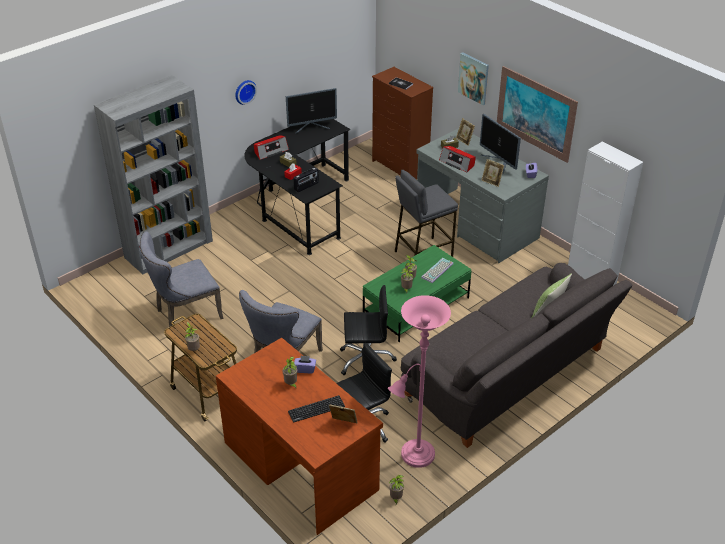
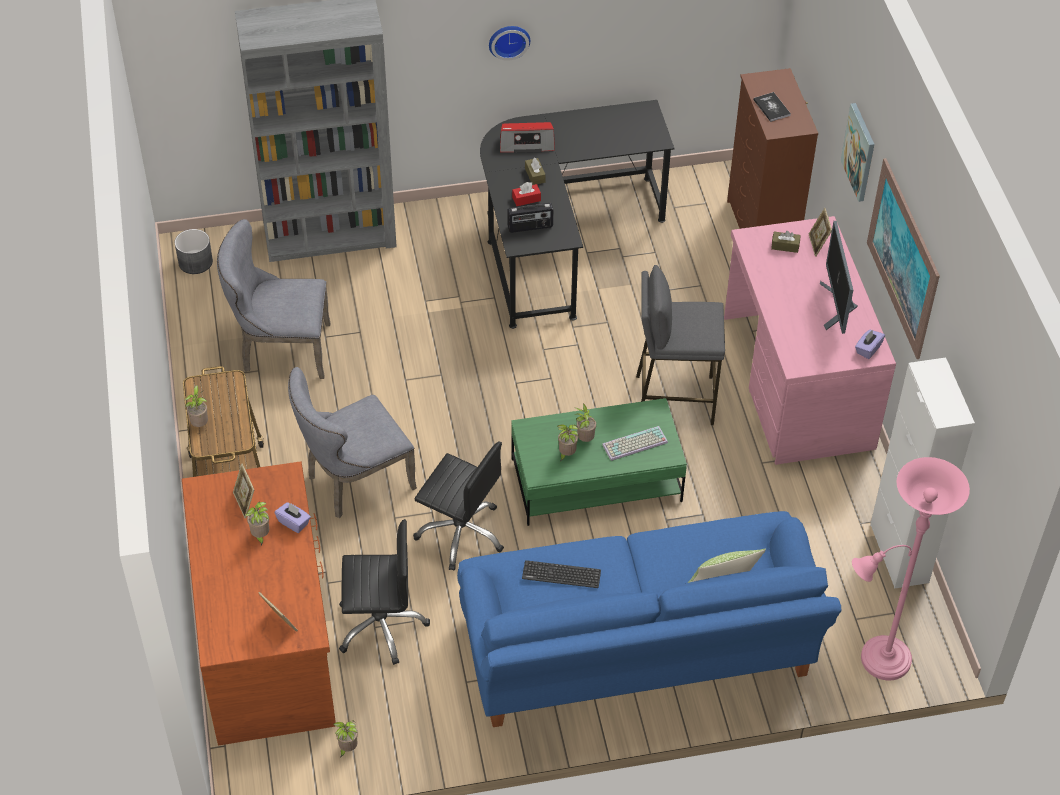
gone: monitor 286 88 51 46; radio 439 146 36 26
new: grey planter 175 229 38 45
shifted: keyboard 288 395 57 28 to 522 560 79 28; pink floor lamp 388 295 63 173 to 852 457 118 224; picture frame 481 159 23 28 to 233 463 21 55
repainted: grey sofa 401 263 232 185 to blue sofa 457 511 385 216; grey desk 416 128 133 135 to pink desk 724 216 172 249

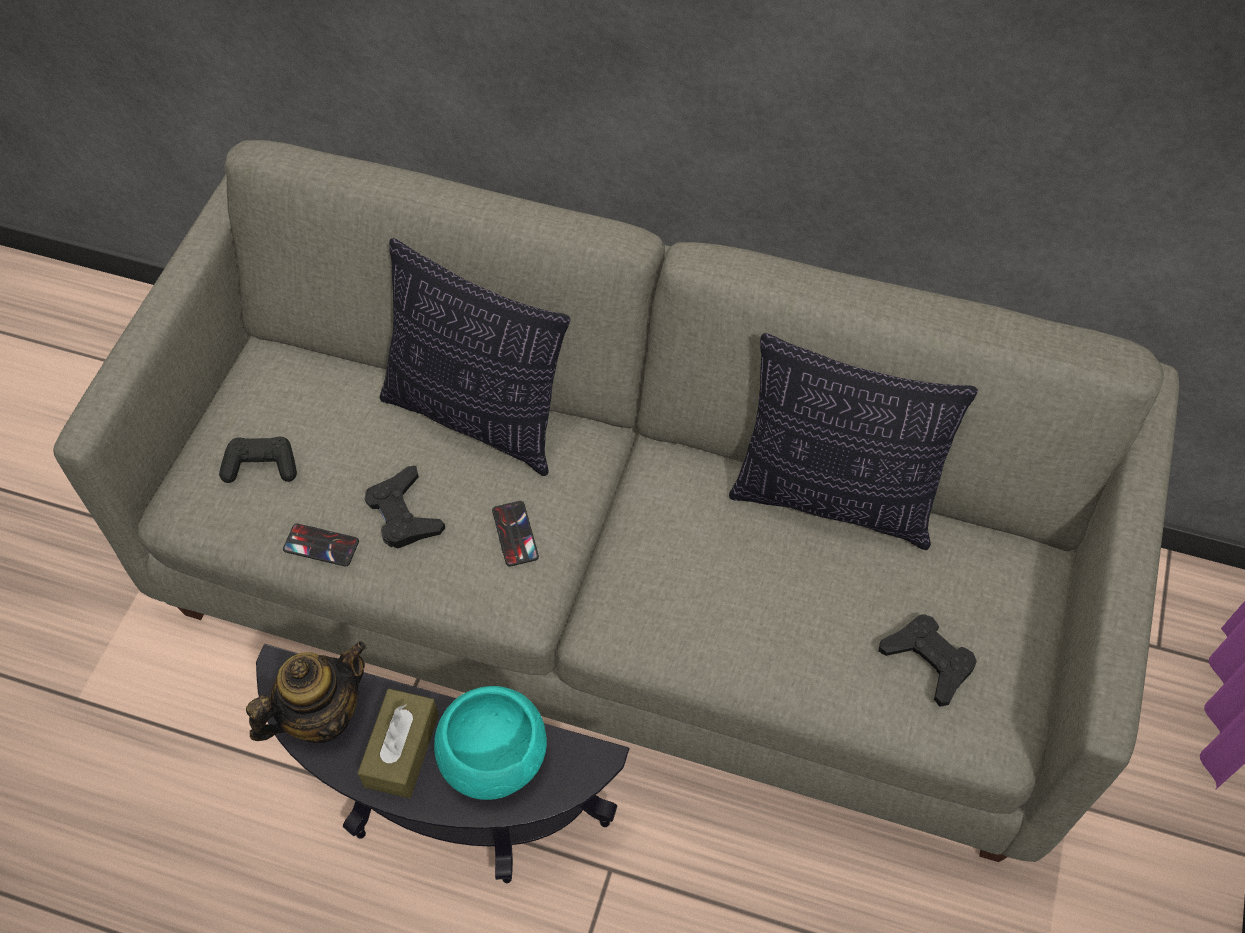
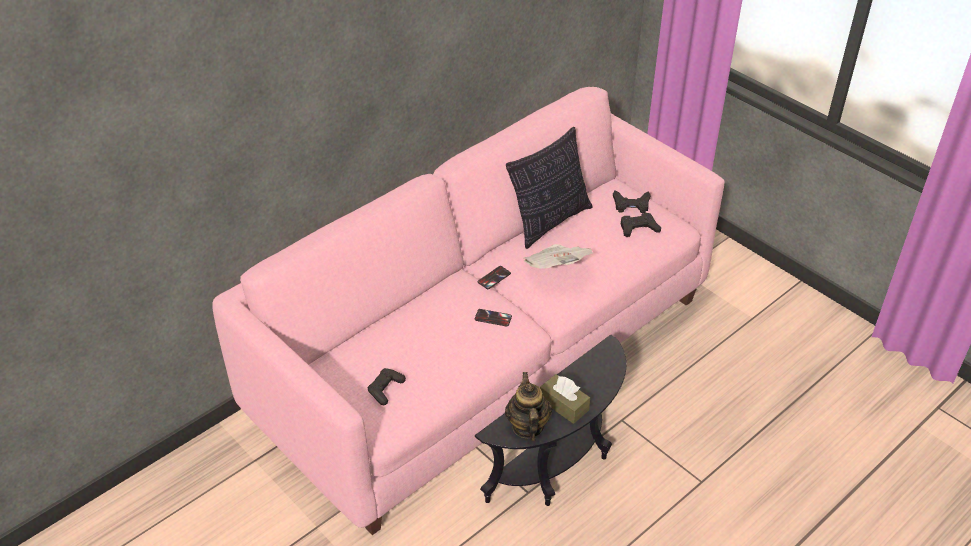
gone: pillow 380 238 190 238; turquoise bowl 434 686 113 114
new: newspaper 523 244 70 25
shifted: phone 283 524 76 43 to 478 266 33 23; black game controller 365 466 80 83 to 613 190 38 23
repainted: grey sofa 53 140 1126 722 to pink sofa 212 87 512 448

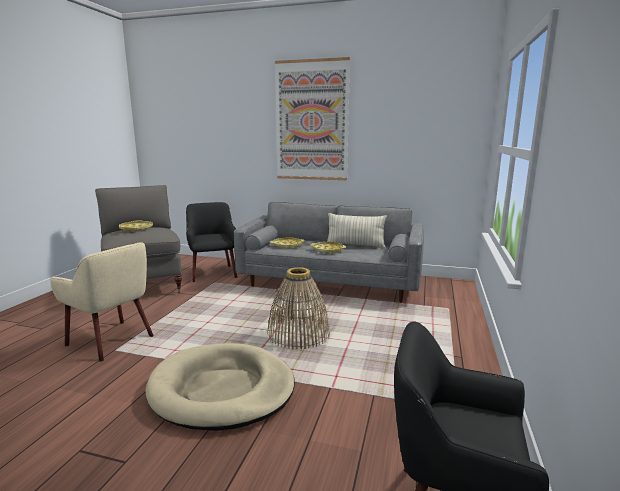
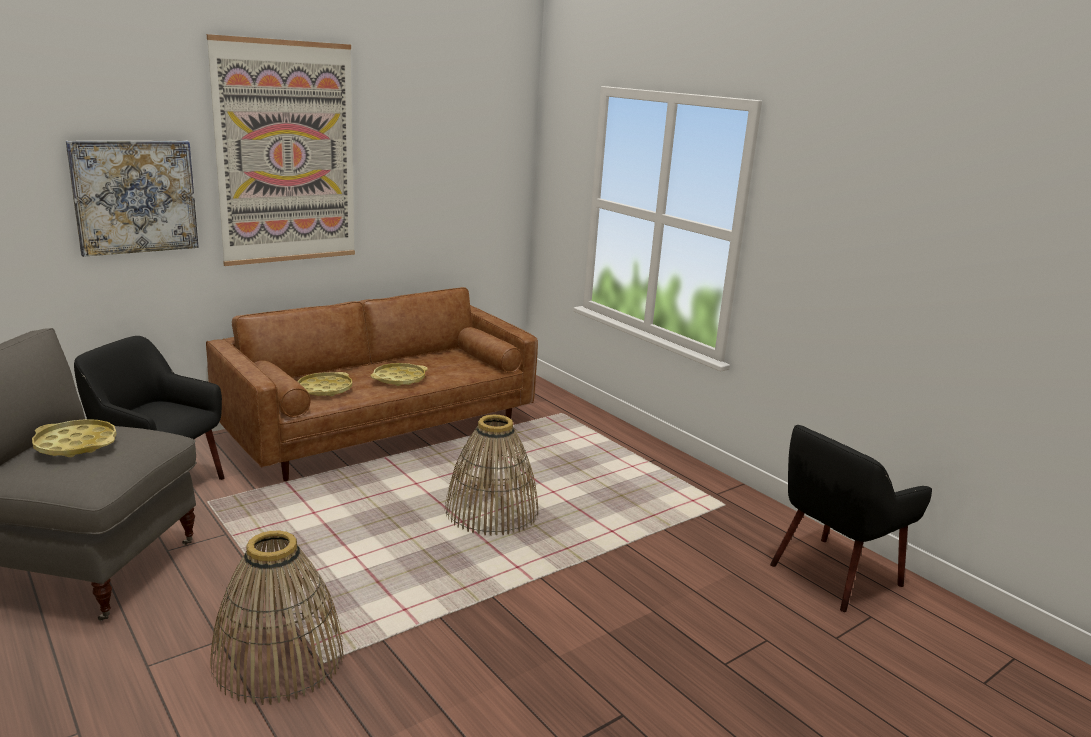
gone: beige dog bed 145 343 150 88; pillow 327 213 60 36
new: picture 66 141 133 116
swapped: beige armchair 50 242 104 120 to basket 211 530 133 175
repainted: grey sofa 234 202 190 100 to brown sofa 206 287 332 194

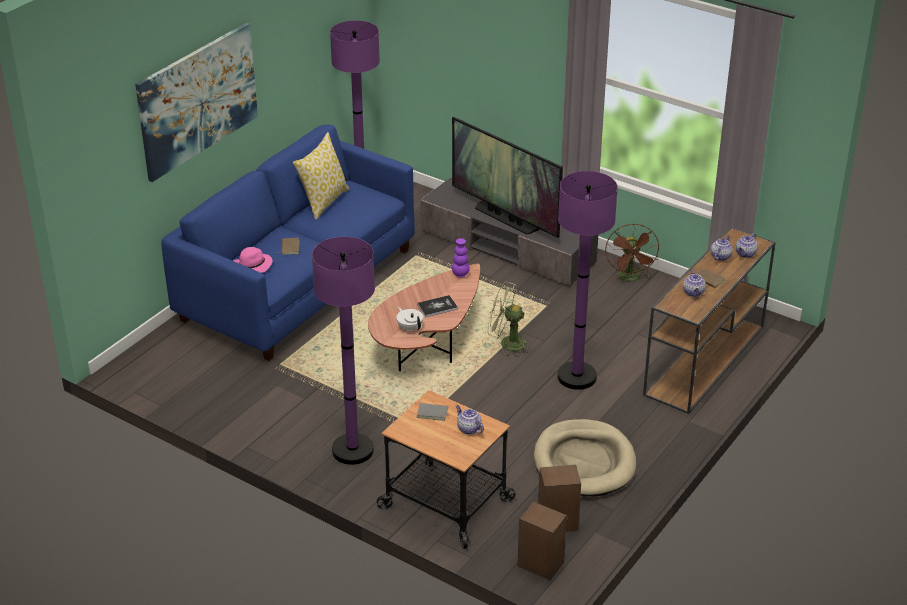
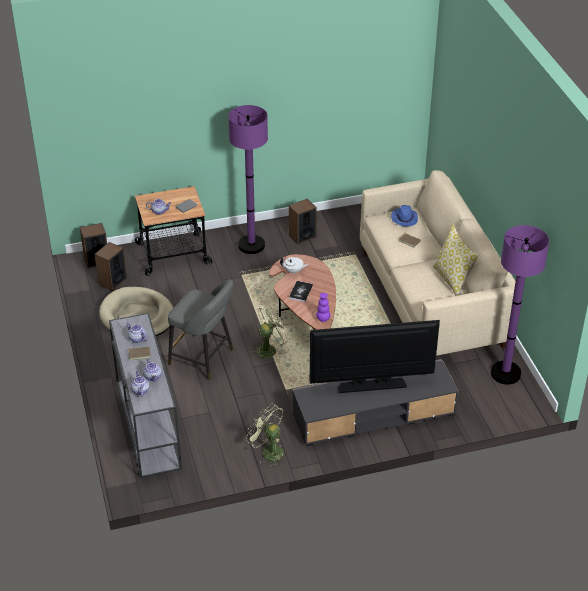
gone: picture 135 23 123 159
new: speaker 289 199 28 46
swapped: purple floor lamp 557 171 61 219 to grey stool 168 279 66 101
repainted: blue sofa 161 125 254 236 to beige sofa 360 170 155 186; pink hat 233 247 40 26 to blue hat 391 205 27 21; brown fan 605 223 54 58 to green fan 246 403 38 64; brown console table 643 227 133 187 to grey console table 109 313 73 165

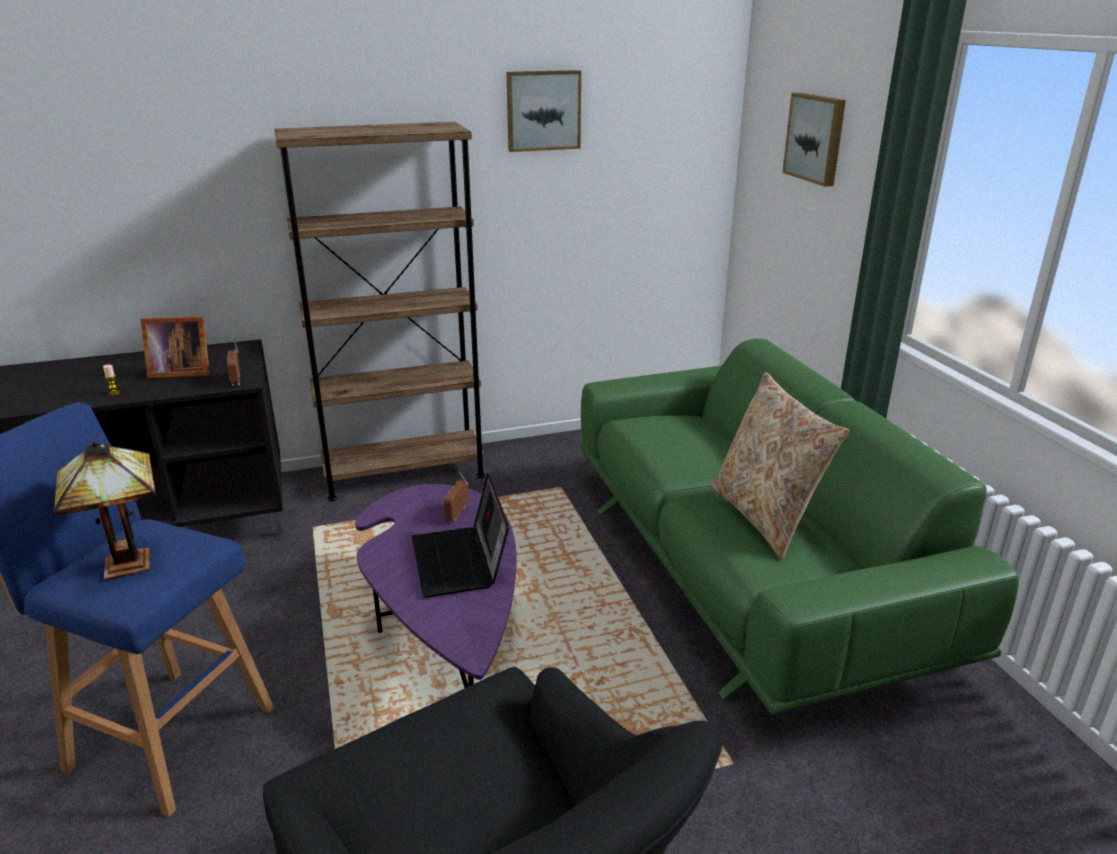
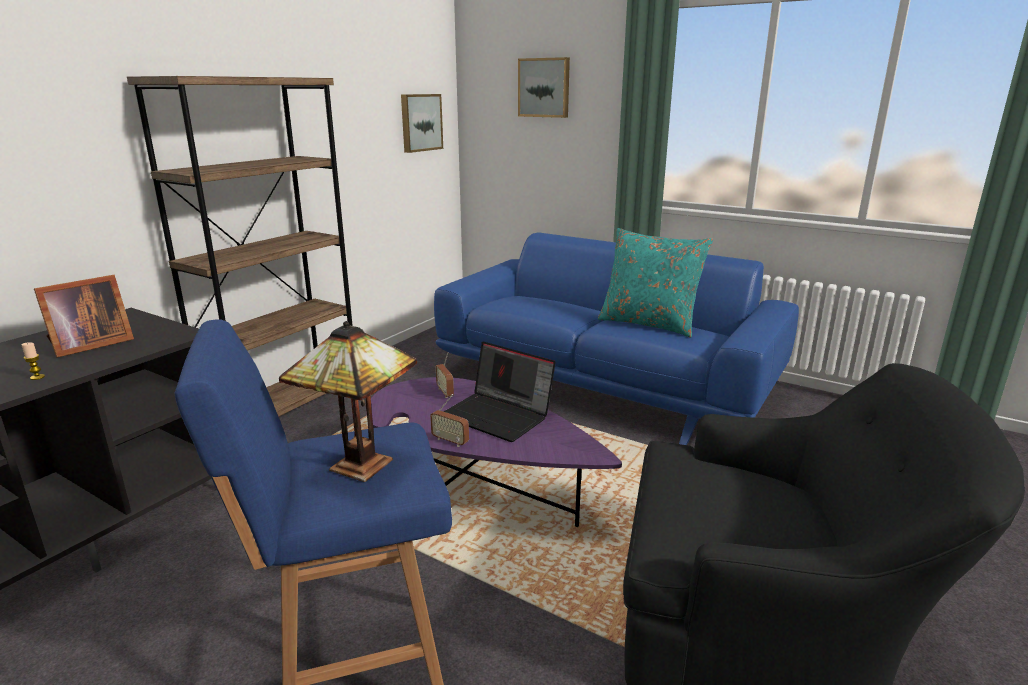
shifted: radio 227 336 13 50 to 430 394 39 53; picture 506 70 75 82 to 401 94 42 59
repainted: green sofa 580 339 439 375 to blue sofa 434 232 365 213; beige pillow 711 372 138 187 to turquoise pillow 598 228 115 109

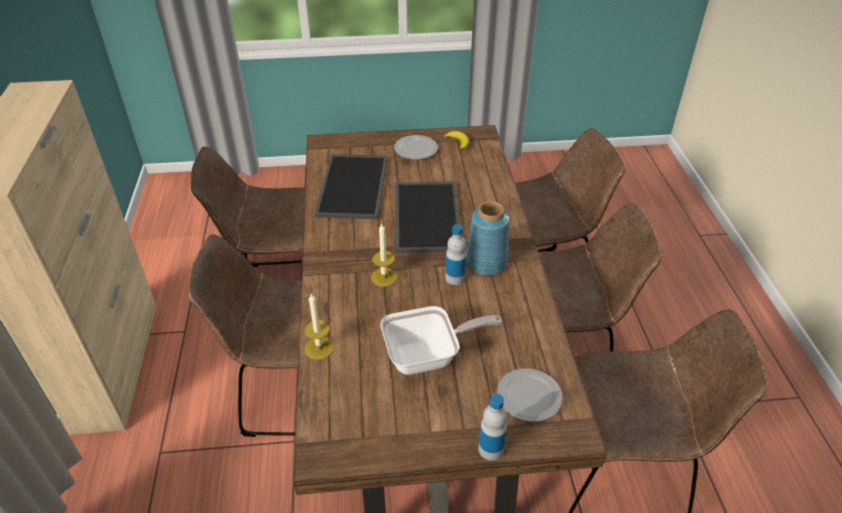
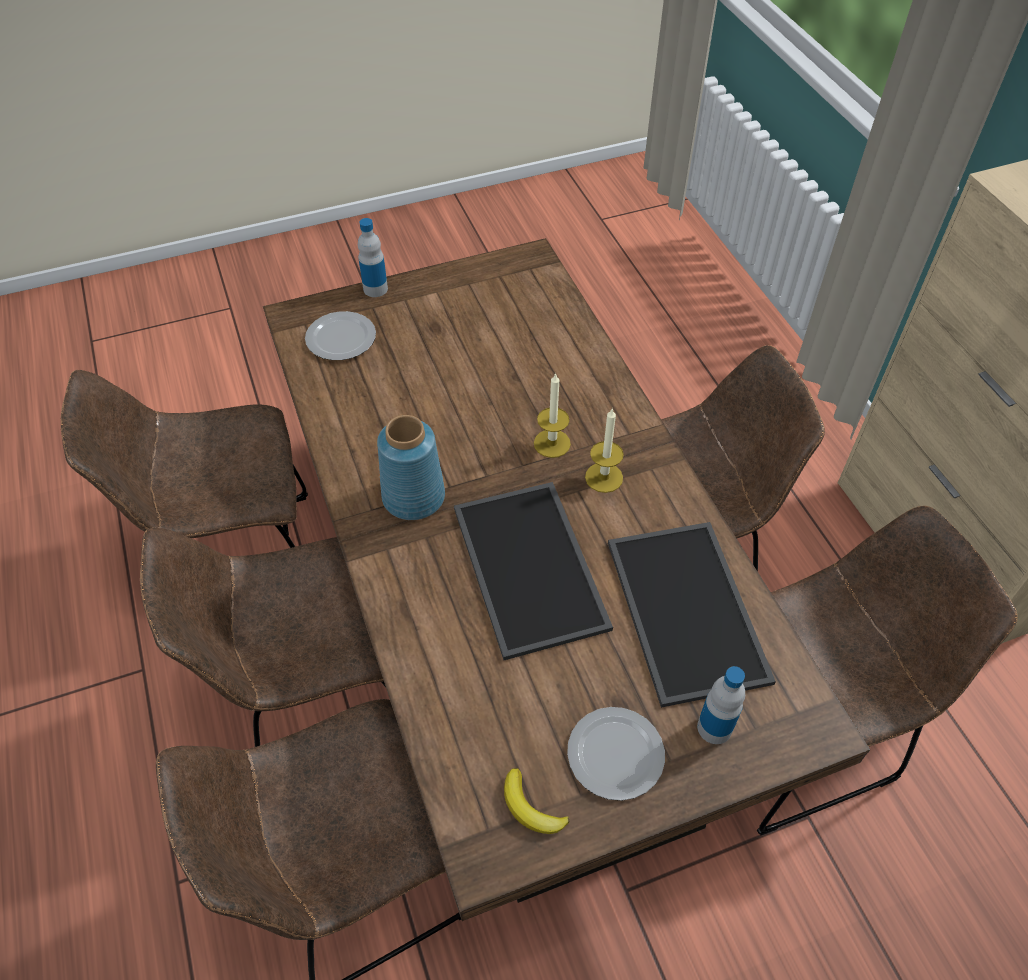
gone: frying pan 380 306 122 69
shifted: candle 304 293 30 67 to 585 408 39 85; bottle 445 224 22 61 to 697 666 48 78

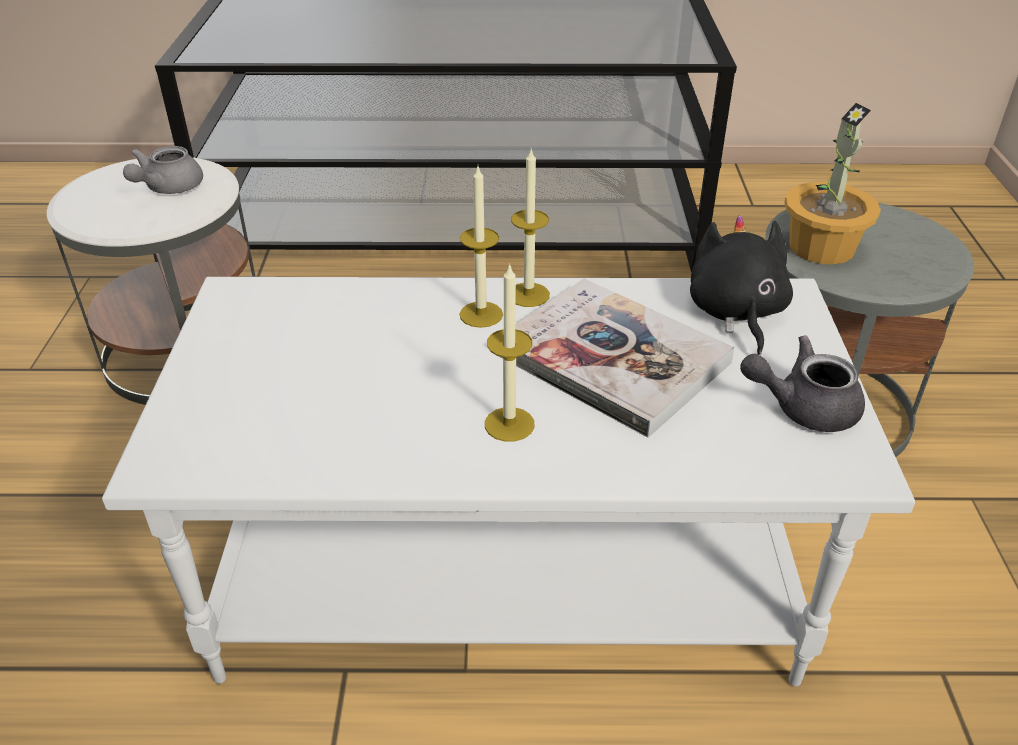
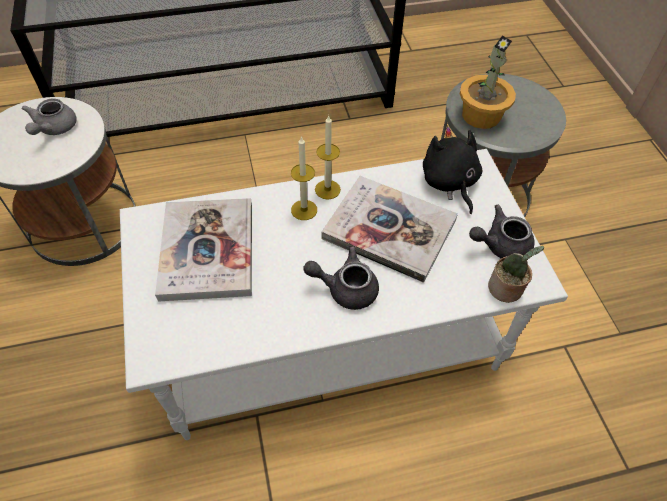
new: book 155 198 97 104; potted plant 488 246 56 57
swapped: candle 485 263 50 179 to grey teapot 303 246 76 64

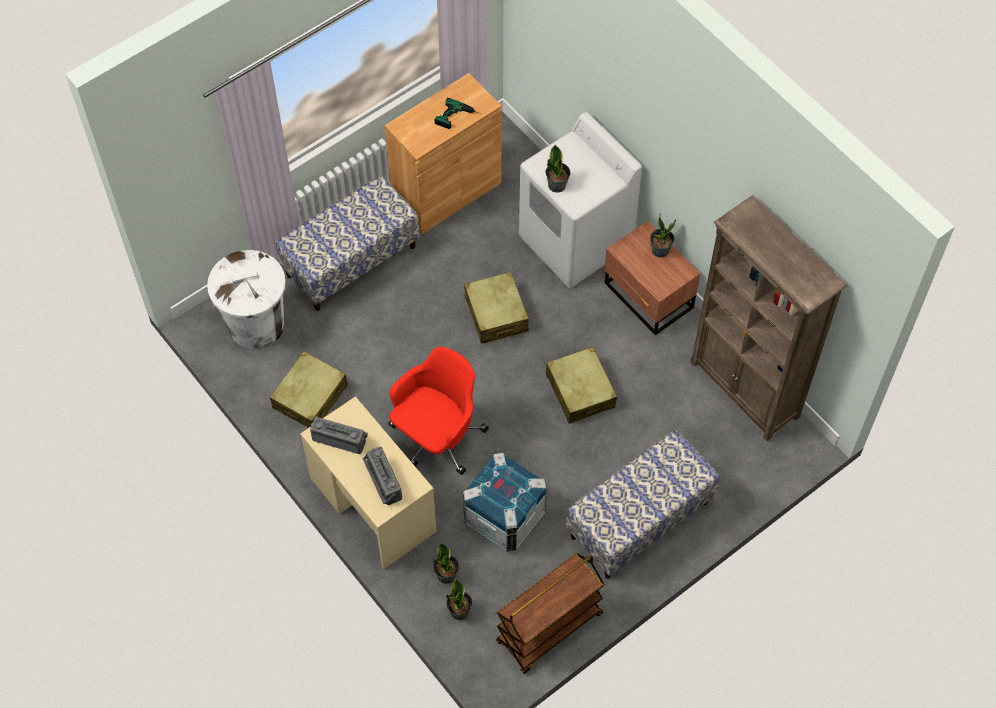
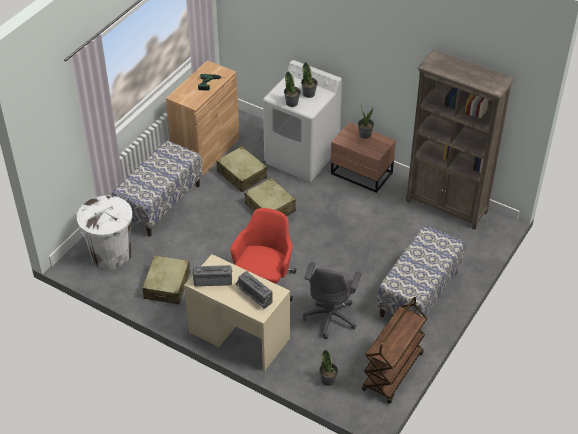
shifted: potted plant 433 543 26 41 to 301 62 17 36; beige suitcase 546 347 71 77 to 217 146 50 46
swapped: crate 463 453 84 99 to grey office chair 303 262 58 77

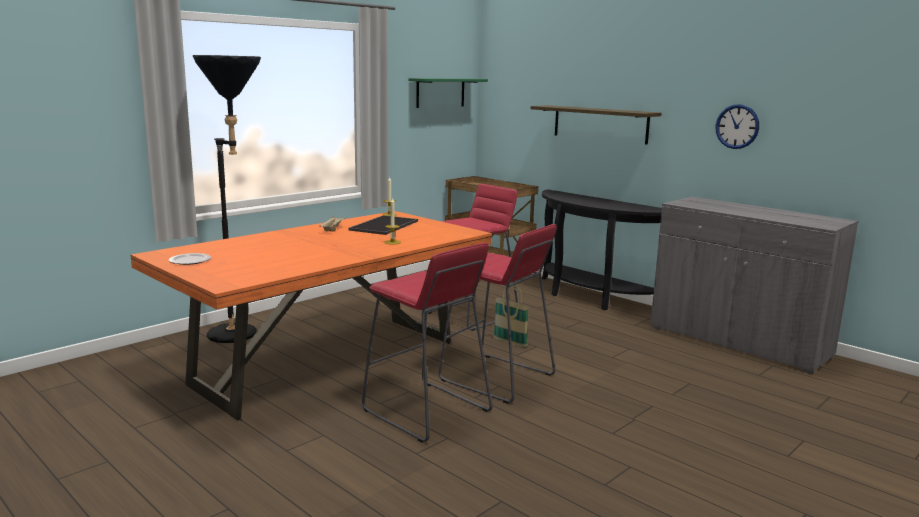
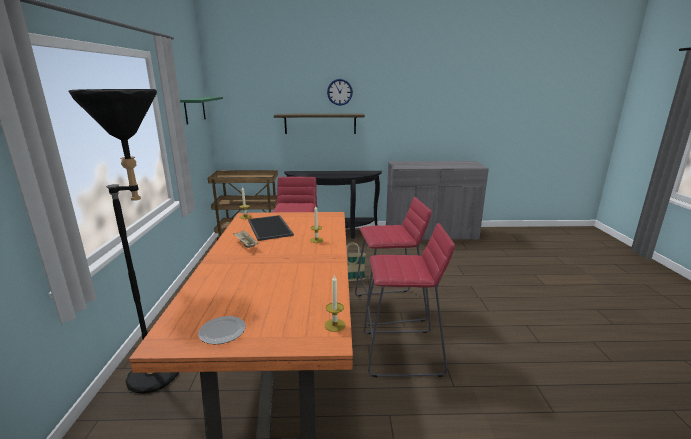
new: candle 325 274 21 58
shifted: wall clock 715 104 44 45 to 327 79 26 27

